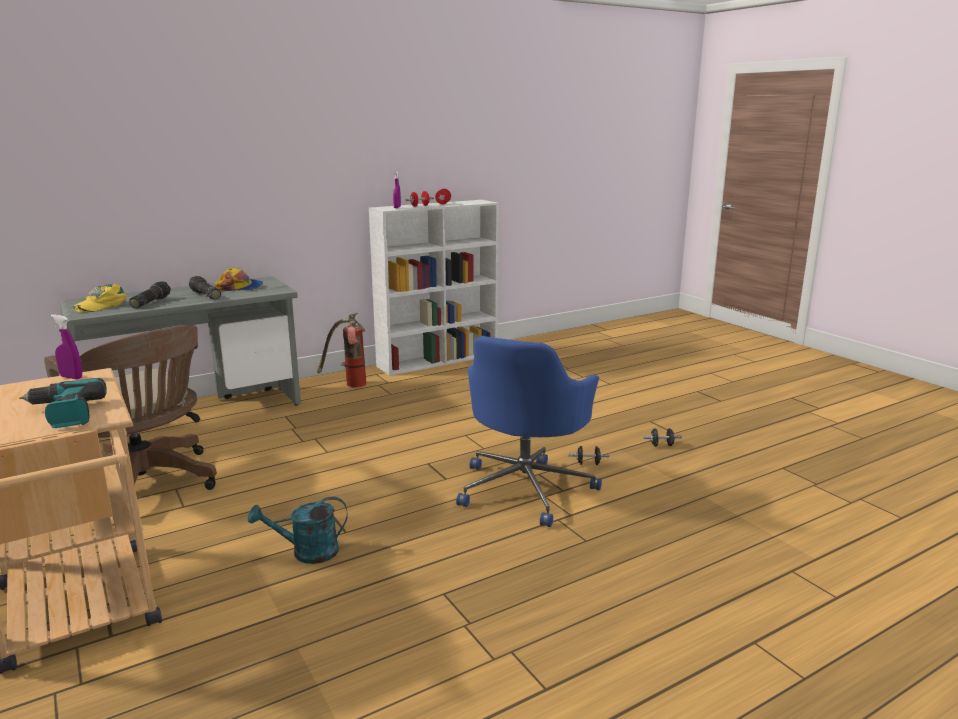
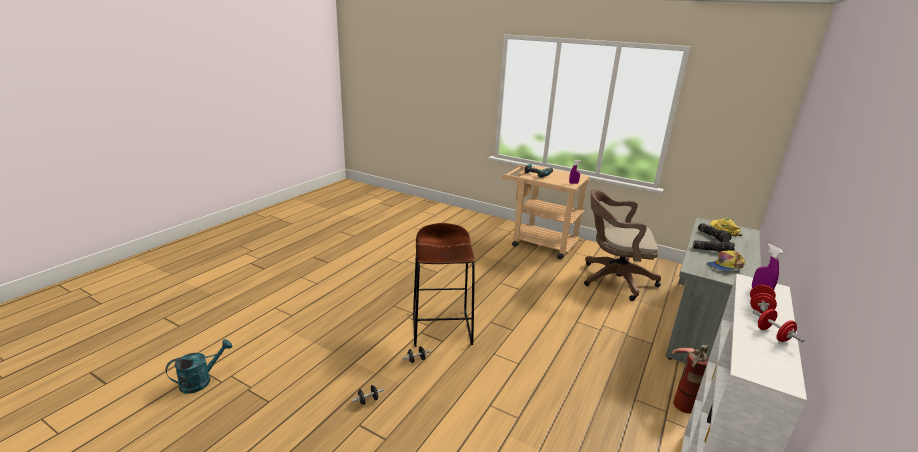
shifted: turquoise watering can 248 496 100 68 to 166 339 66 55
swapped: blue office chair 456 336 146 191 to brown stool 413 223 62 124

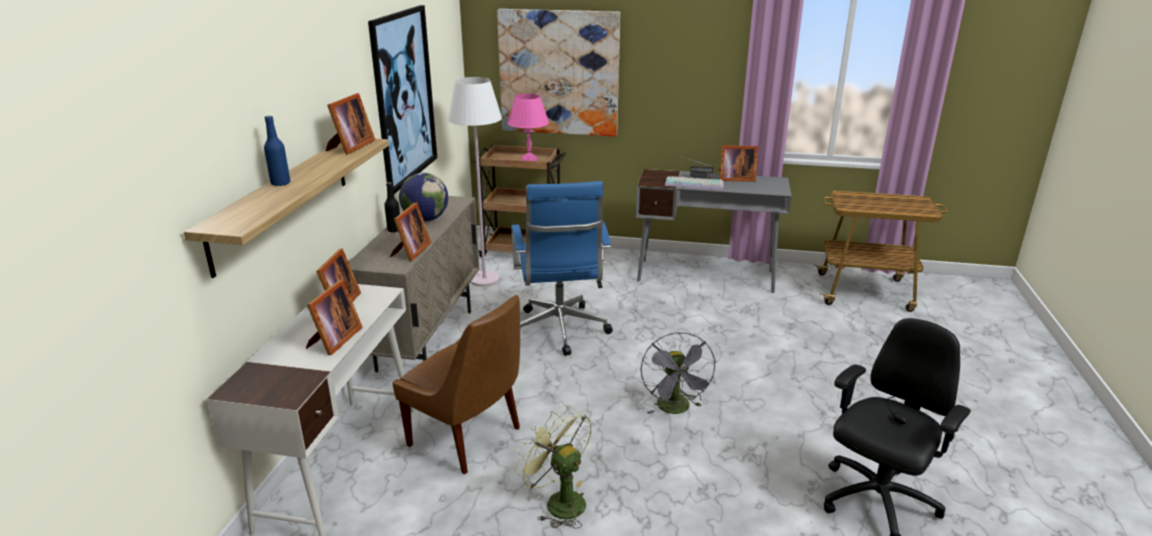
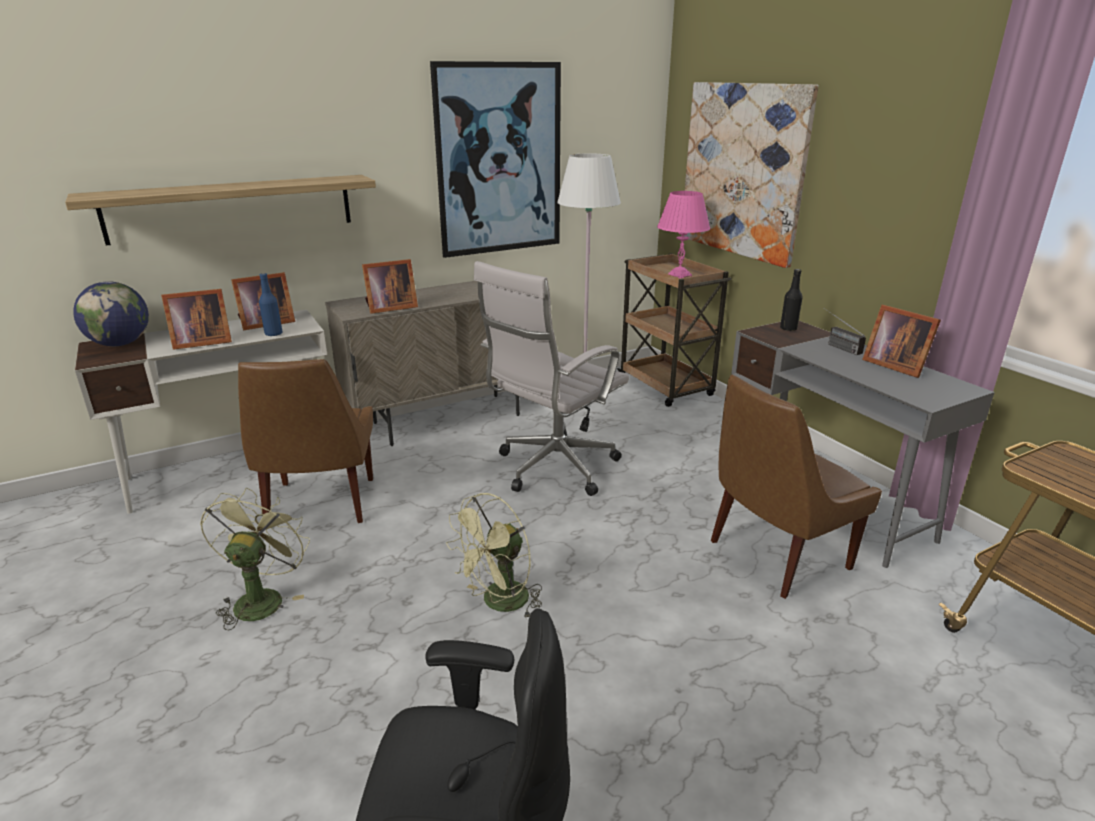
gone: picture frame 326 93 49 62; keyboard 665 176 59 14
new: brown chair 711 375 171 224
shifted: blue bottle 264 116 26 70 to 259 273 24 63; black bottle 384 182 16 51 to 780 269 23 62; globe 399 173 49 49 to 73 281 76 65
repainted: blue office chair 511 181 102 175 to white office chair 474 261 155 235; grey fan 641 332 76 82 to green fan 446 493 96 124

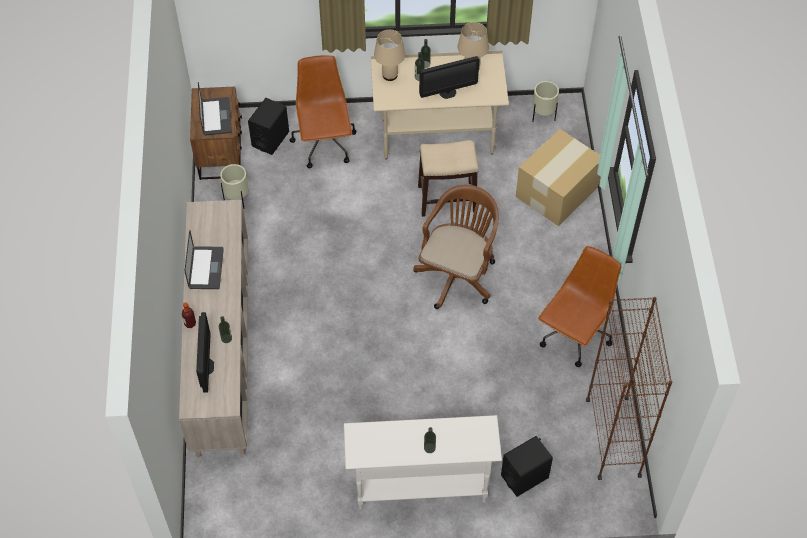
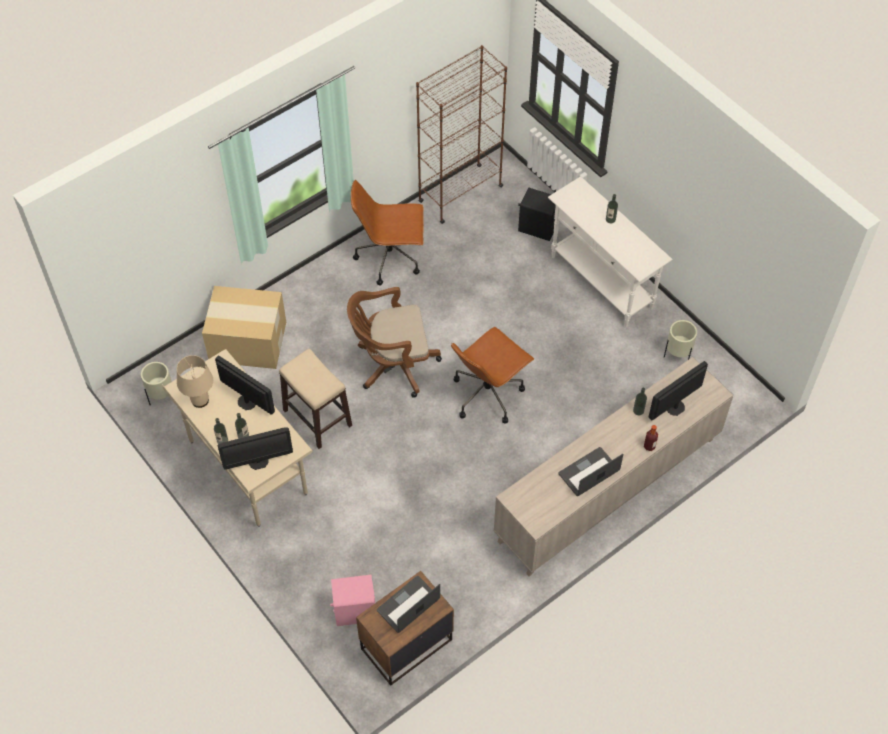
shifted: beige planter 220 164 29 45 to 664 320 33 40; brown office chair 289 55 67 113 to 451 327 83 97
swapped: beige table lamp 374 30 32 51 to monitor 218 427 75 43
repainted: black speaker 248 98 41 57 to pink speaker 330 575 45 51

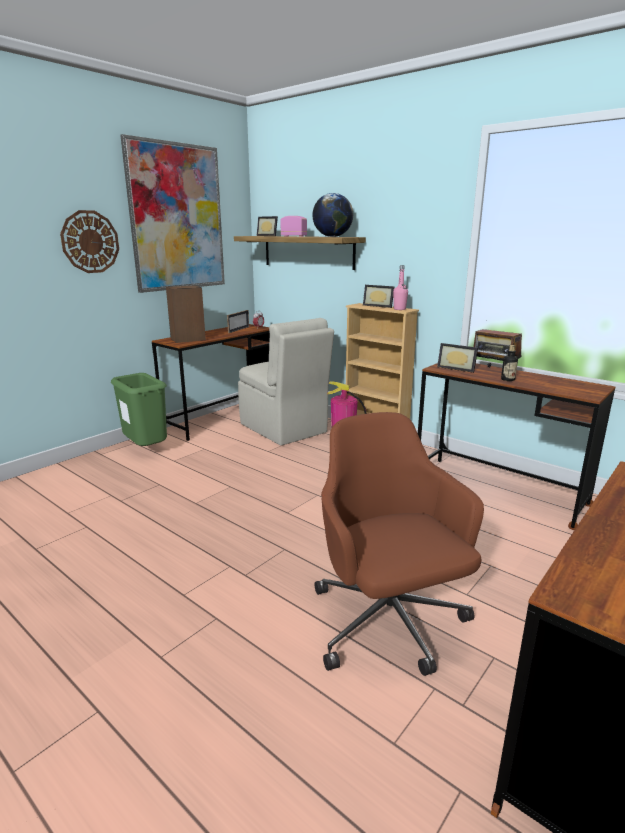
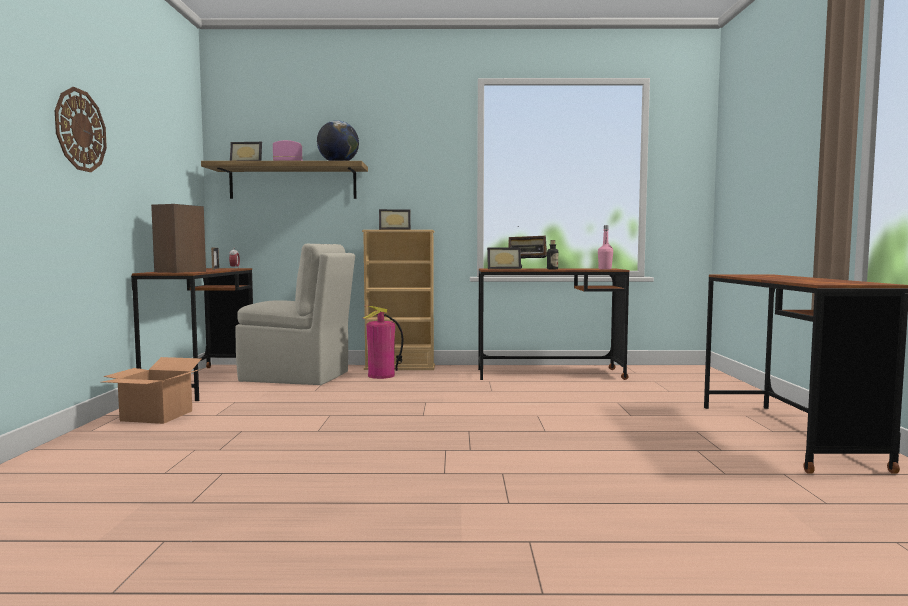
gone: picture 120 134 105 159; brown office chair 314 412 170 264
shifted: pink bottle 393 265 15 45 to 598 225 15 45
swapped: green trash can 111 373 56 73 to cardboard box 102 357 102 67

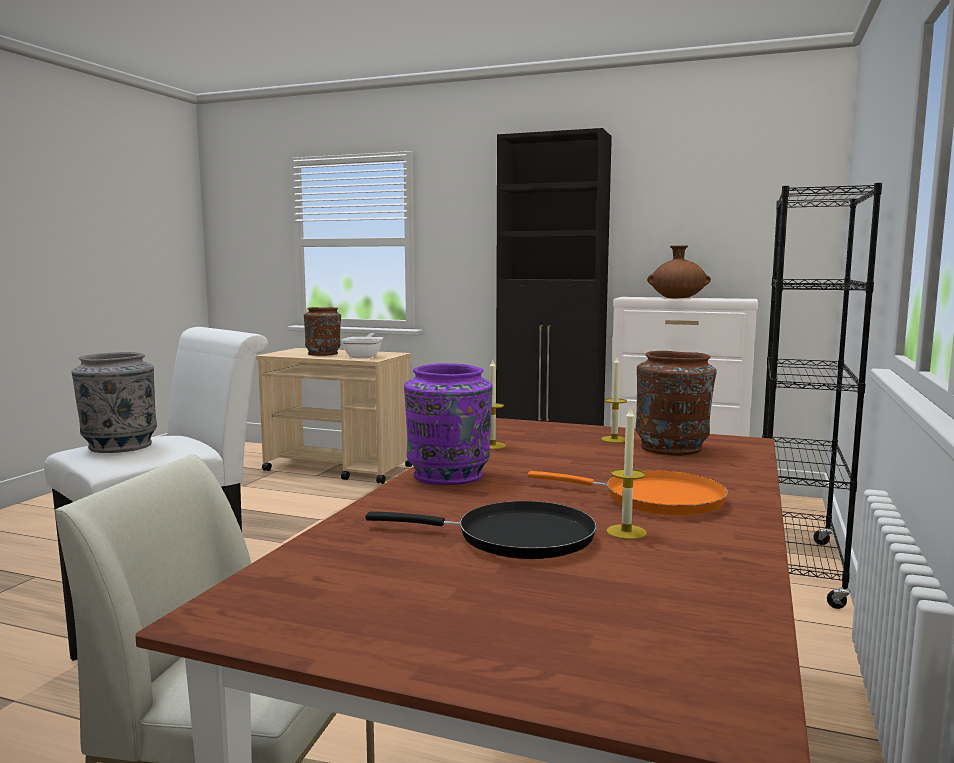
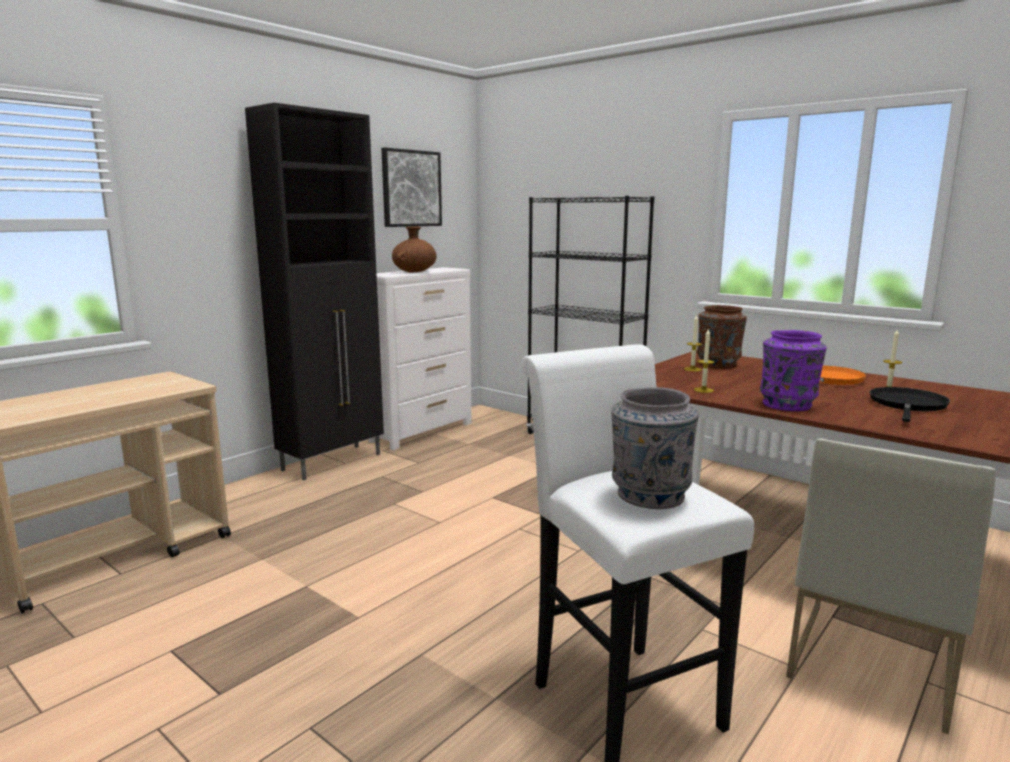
gone: brown vase 304 307 37 49; frying pan 341 333 42 26
new: picture 381 148 61 79

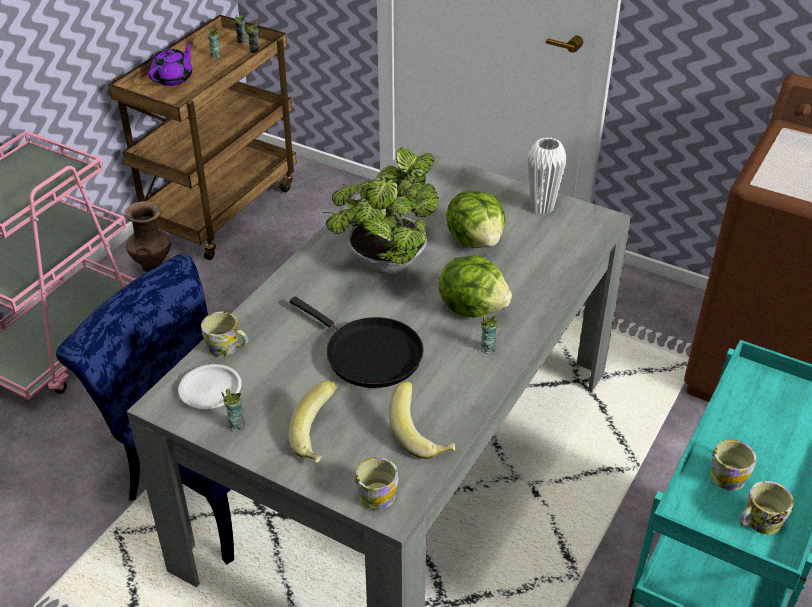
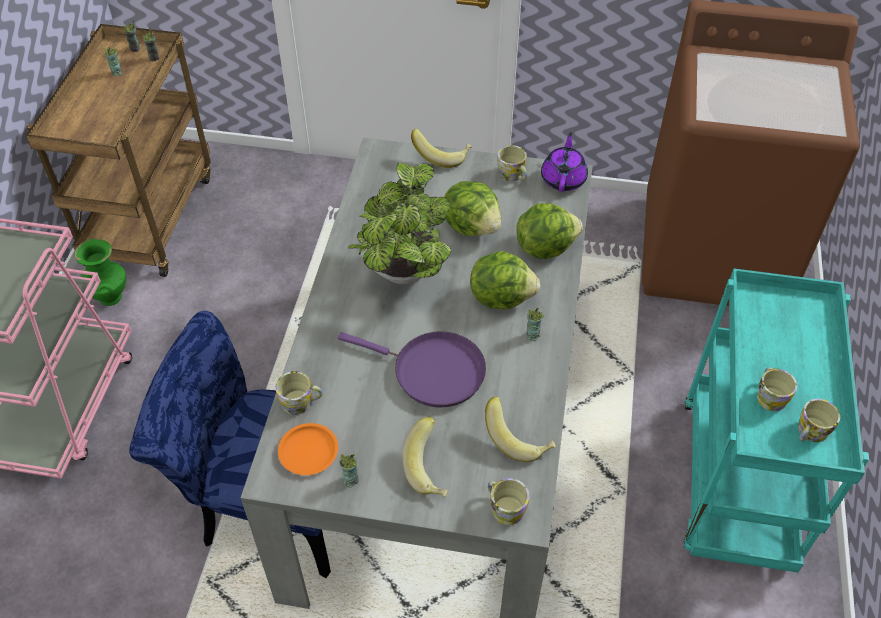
new: banana 411 129 61 39; lettuce 517 203 66 56
shifted: purple teapot 148 42 45 44 to 541 132 47 60
swapped: white vase 528 137 39 77 to mug 497 145 30 36
repainted: brown vase 125 201 46 71 to green vase 74 239 52 67; white plate 178 364 64 45 to orange plate 278 423 60 52; black frying pan 290 297 134 91 to purple frying pan 338 331 148 77

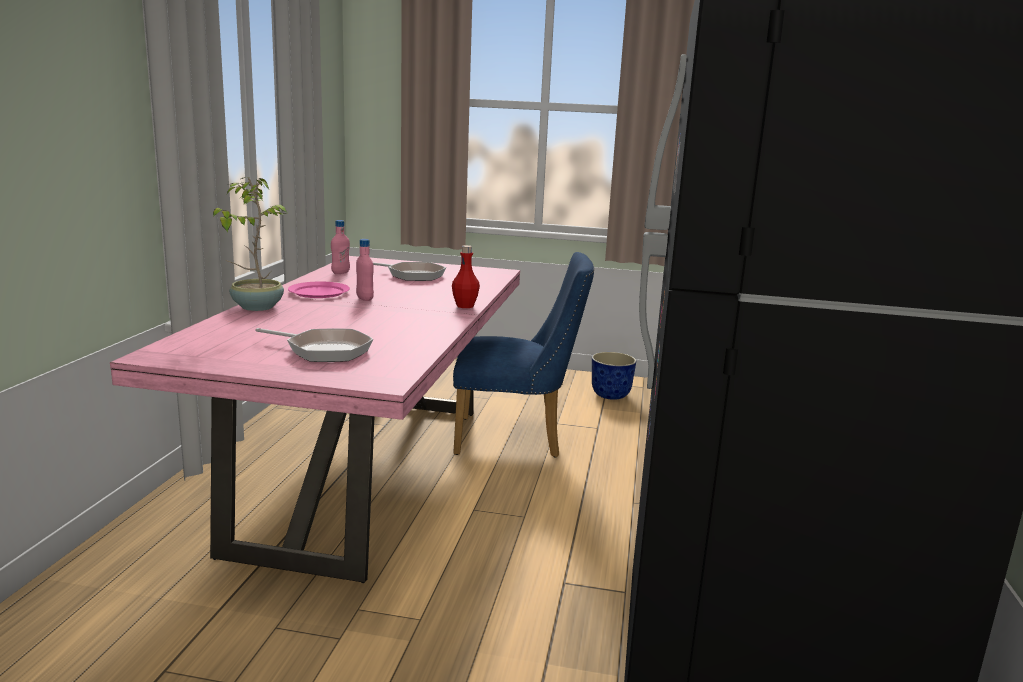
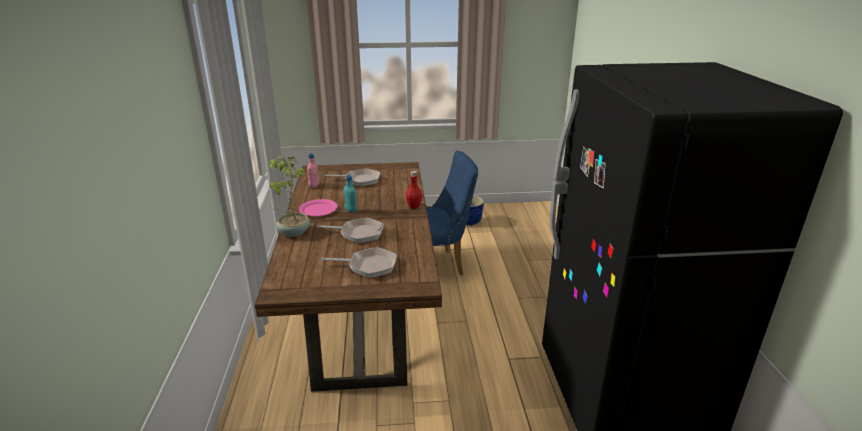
new: frying pan 317 218 67 25
repainted: pink dining table 110 256 410 327 to brown dining table 255 162 187 230; pink bottle 356 239 18 62 to turquoise bottle 343 175 14 38

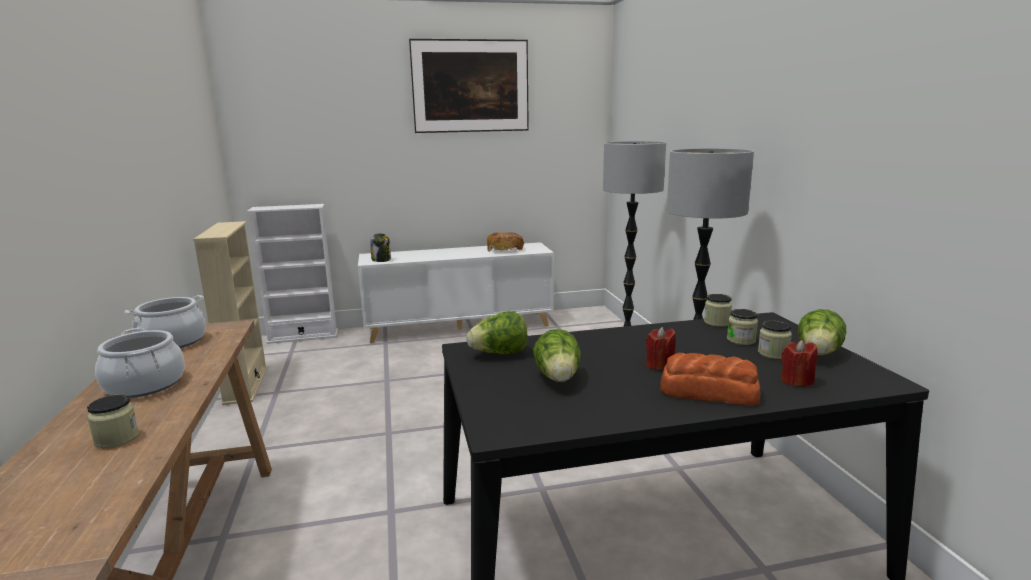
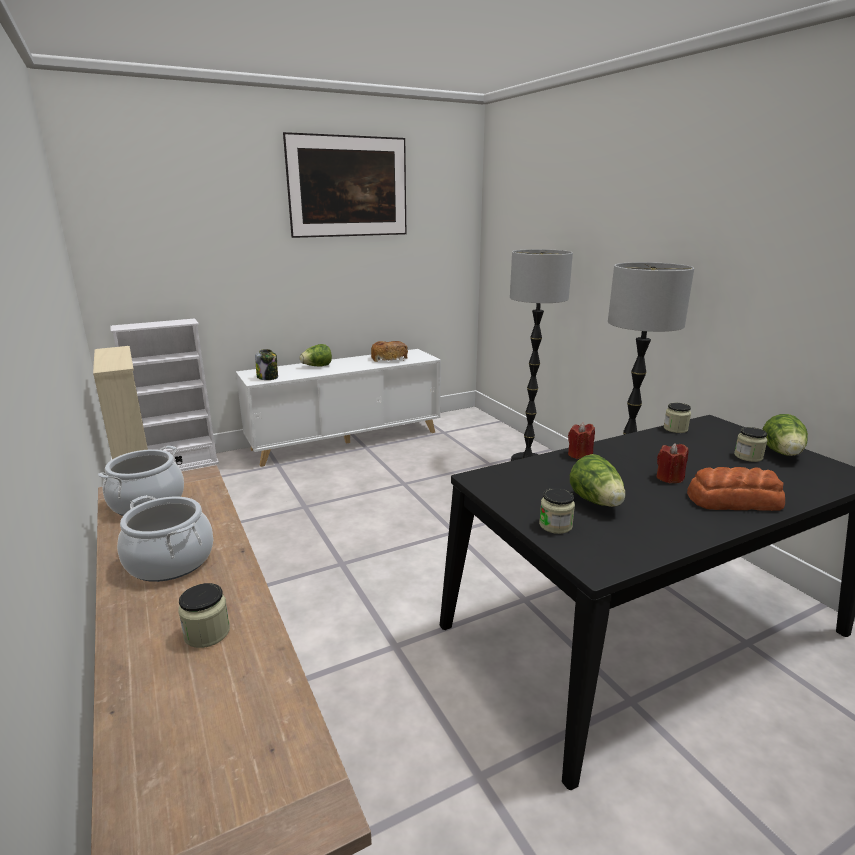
shifted: lettuce 466 311 61 43 to 300 344 32 23; jar 727 309 31 36 to 539 488 36 46; red candle 781 340 36 47 to 568 423 27 36

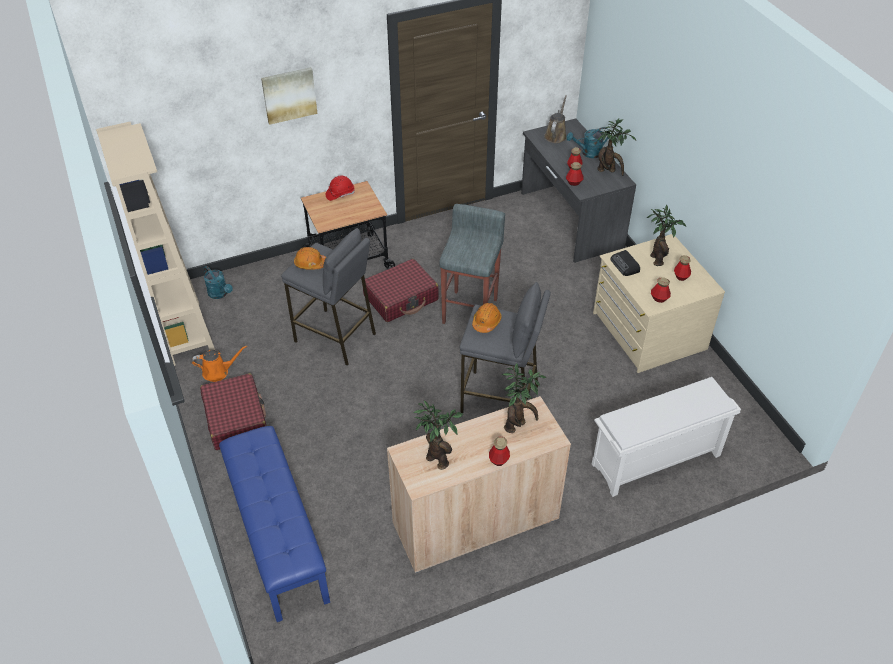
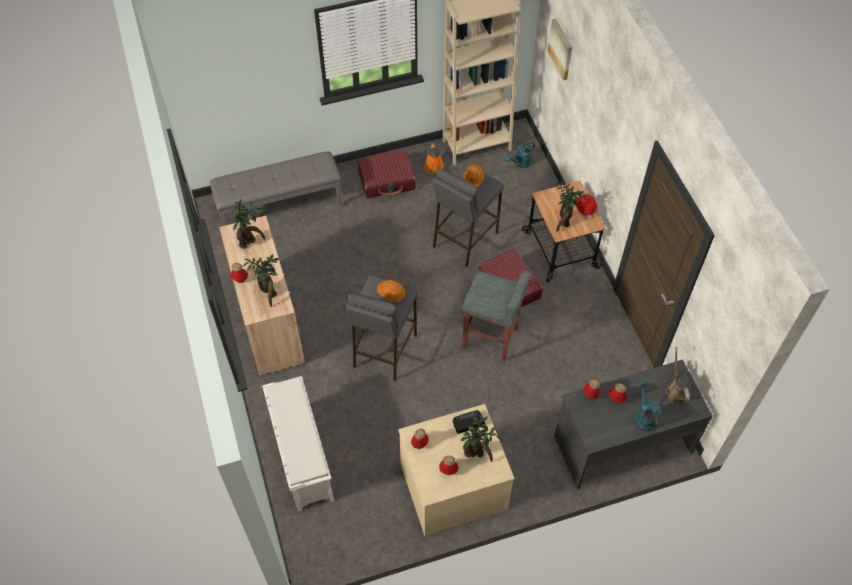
shifted: picture 261 67 56 58 to 548 18 24 62; potted plant 597 119 39 57 to 556 179 30 52
repainted: blue bench 219 426 111 196 to grey bench 210 151 132 75
rotated: brown watering can 544 95 23 48 = 665 347 27 57 120 degrees counterclockwise

